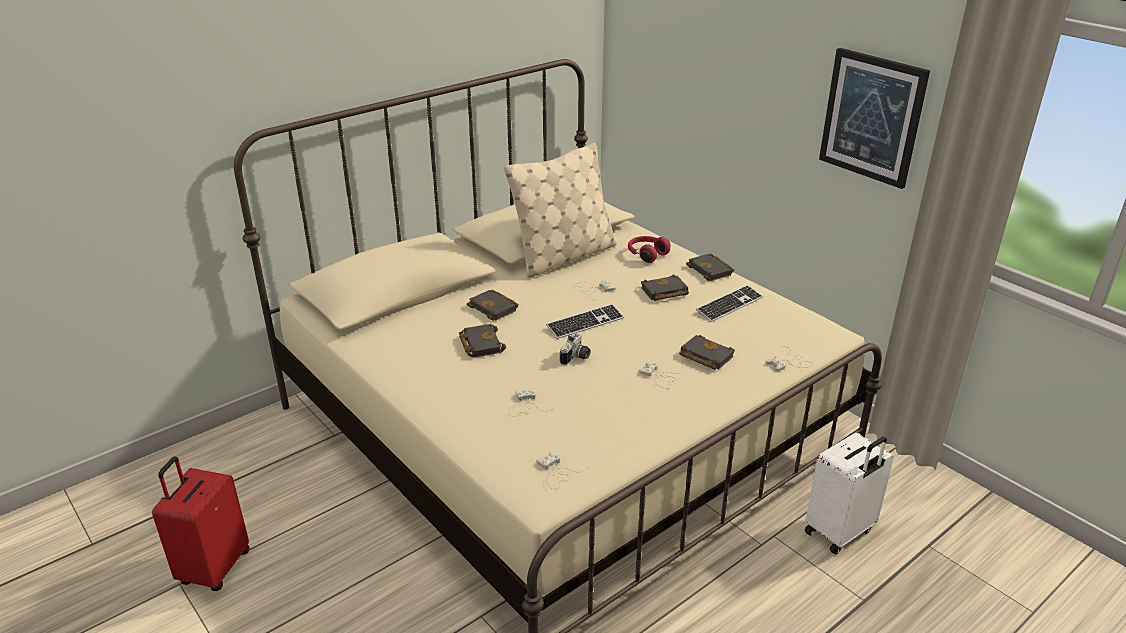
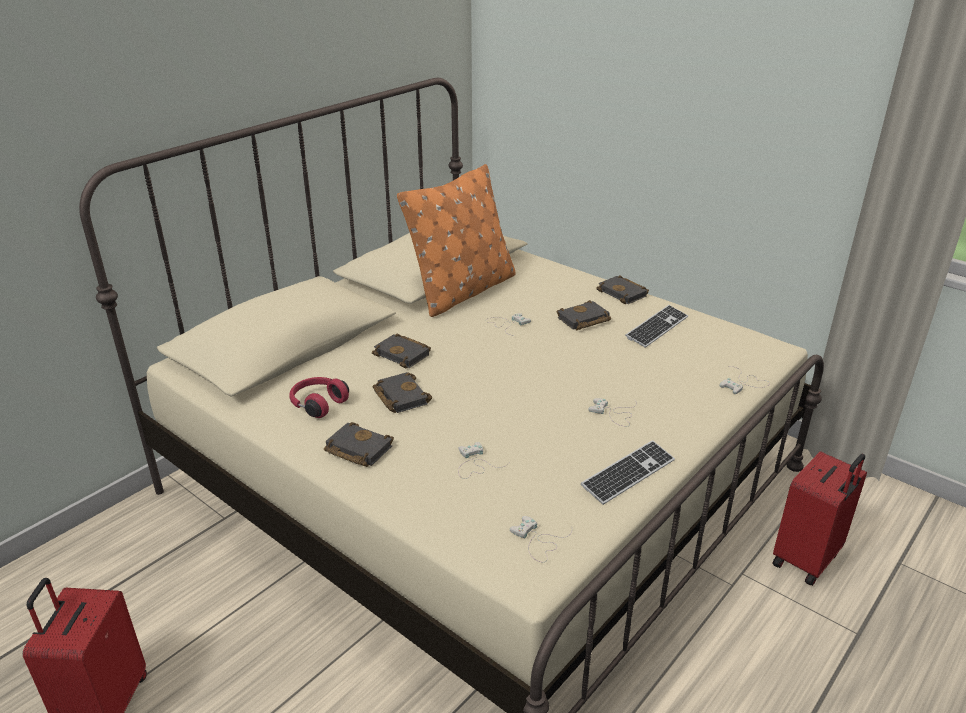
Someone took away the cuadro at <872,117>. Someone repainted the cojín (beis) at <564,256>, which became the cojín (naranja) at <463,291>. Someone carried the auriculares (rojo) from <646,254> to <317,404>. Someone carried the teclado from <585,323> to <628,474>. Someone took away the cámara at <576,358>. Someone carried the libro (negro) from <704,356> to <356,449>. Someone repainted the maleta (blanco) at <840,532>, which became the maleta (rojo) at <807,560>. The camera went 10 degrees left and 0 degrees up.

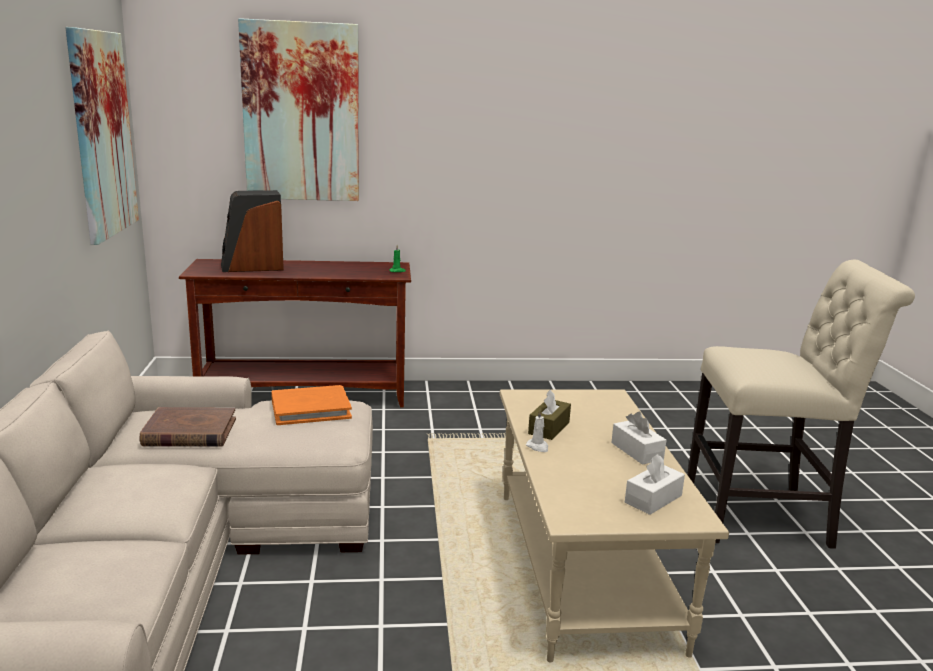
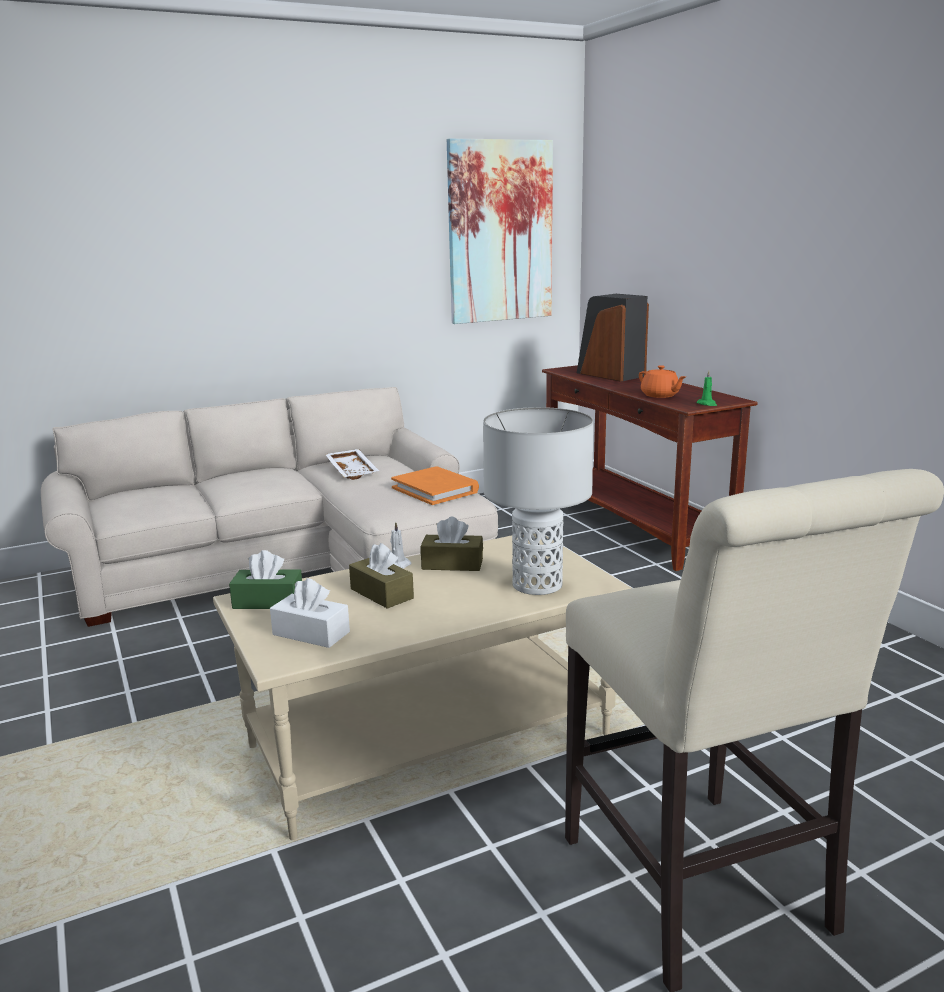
Someone took away the cuadro at <301,113>. Someone swapped the libro (marrón) at <189,432> for the bandeja (blanco) at <353,471>. Someone took away the caja de pañuelos (blanco) at <637,451>. Someone put down the tetera (naranja) at <660,395>. Someone put down the lámpara de mesa (blanco) at <537,585>. Someone put down the caja de pañuelos (marrón) at <381,593>. Someone put down the caja de pañuelos (verde) at <268,601>. The camera went 70 degrees right and 0 degrees up.

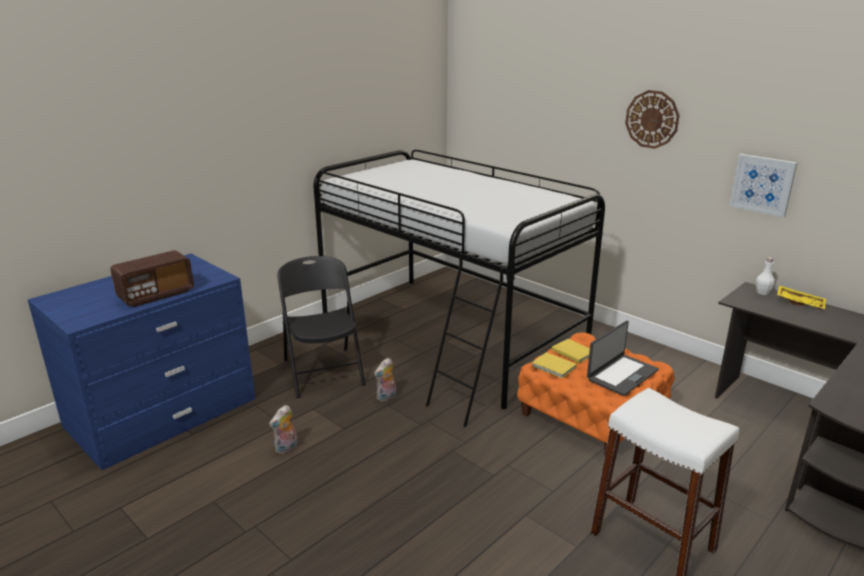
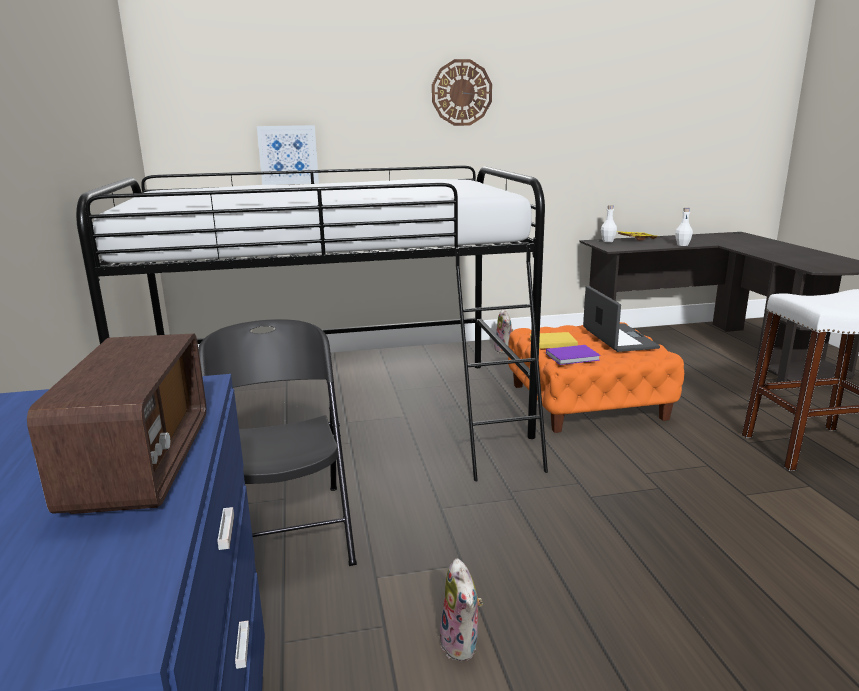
Someone carried the cuadro from <762,184> to <288,155>. Someone rotated the silla (negro) at <323,372> by 60 degrees clockwise. Someone repainted the libro (amarillo) at <554,367>, which became the libro (morado) at <574,357>. Someone carried the peluche from <386,397> to <504,350>. Someone put down the botella (blanco) at <682,245>. The camera went 55 degrees left and 5 degrees down.

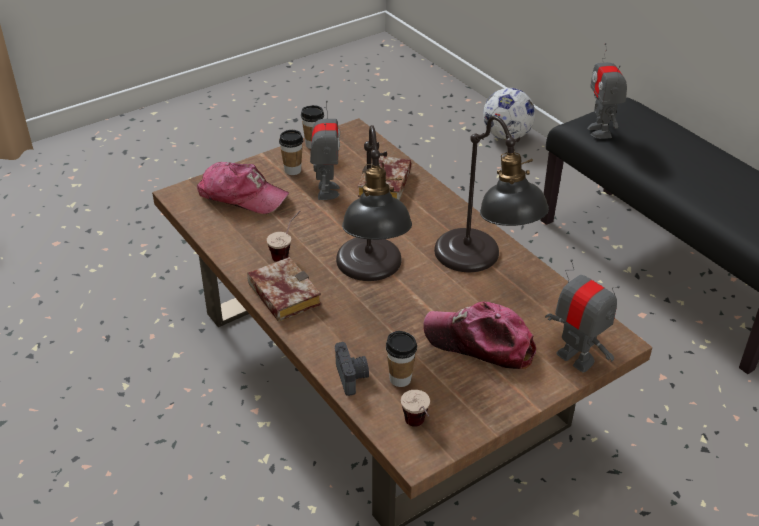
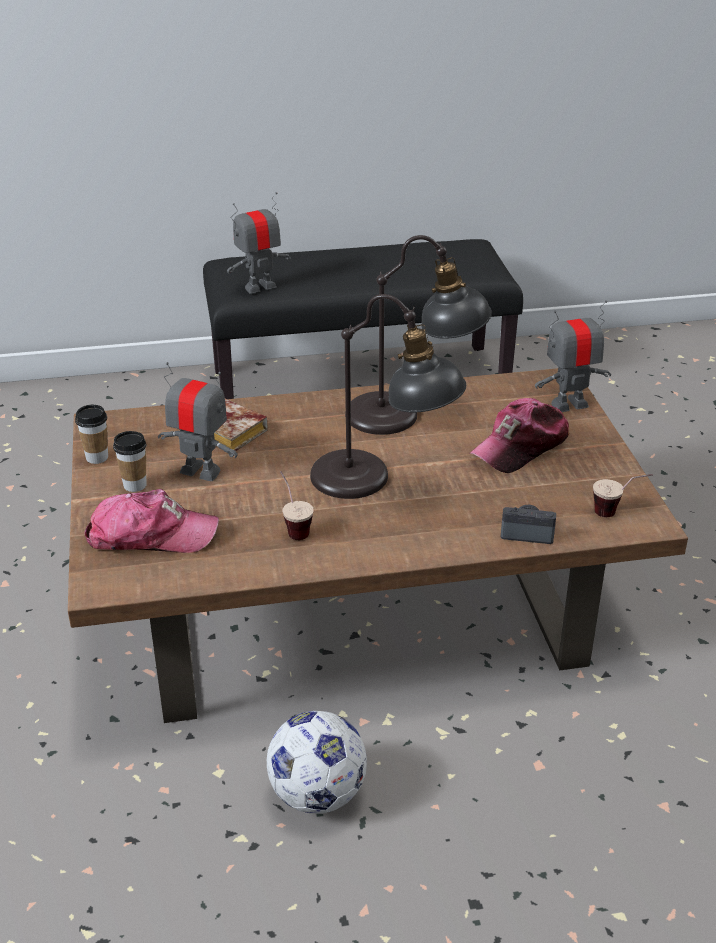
Someone rotated the robot de juguete at <600,131> by 135 degrees clockwise. Someone carried the balón de fútbol from <506,136> to <317,795>. Someone rotated the gorra at <242,196> by 45 degrees clockwise. Someone took away the libro at <281,294>. Someone took away the taza at <400,379>. The camera went 65 degrees left and 5 degrees down.

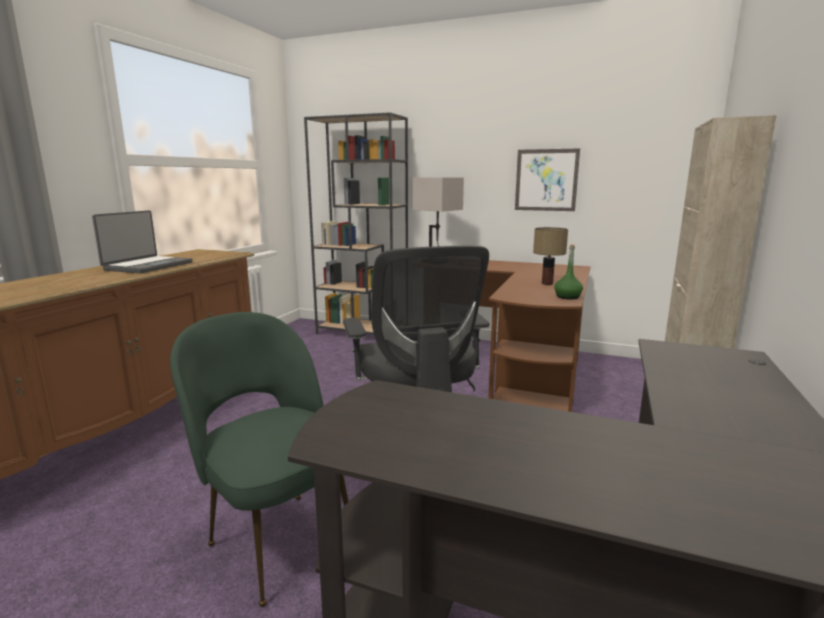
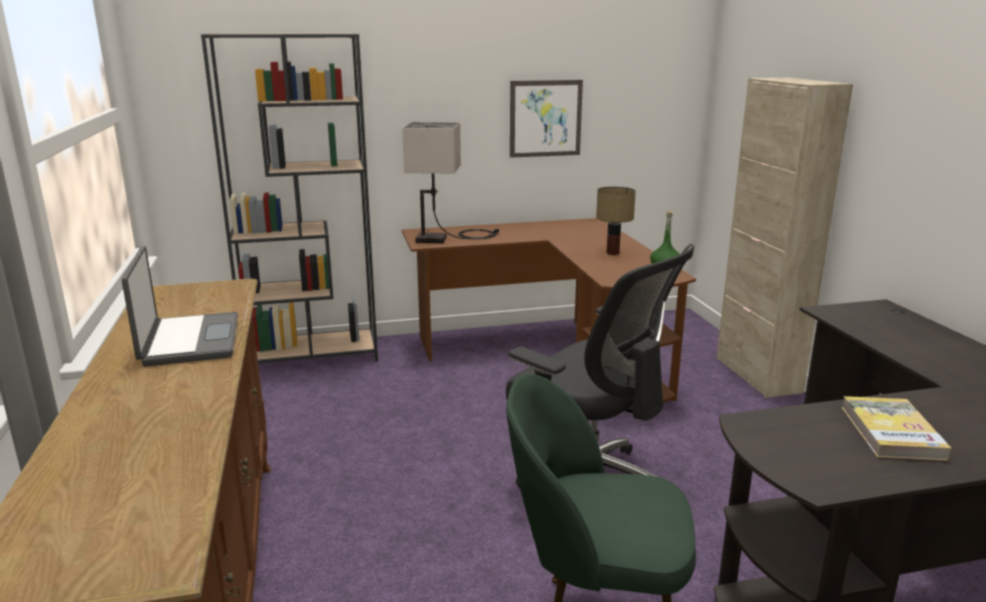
Someone put down the libro at <891,432>. The camera went 35 degrees left and 5 degrees up.

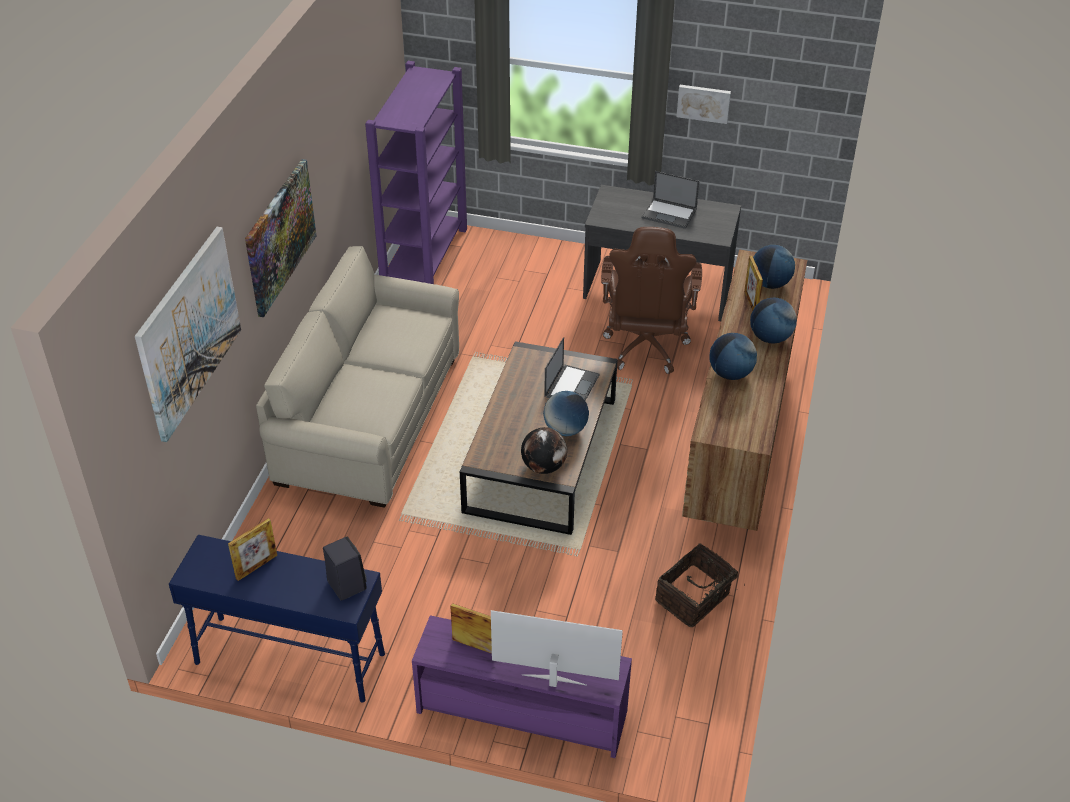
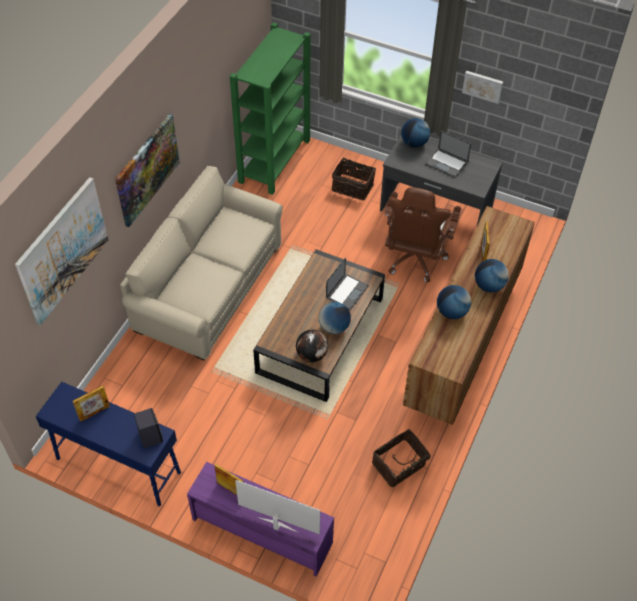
Someone repainted the estantería (morado) at <424,257>, which became the estantería (verde) at <274,161>. Someone carried the globo terráqueo from <770,284> to <414,143>. Someone put down the cesta at <353,186>. The camera went 10 degrees right and 10 degrees up.

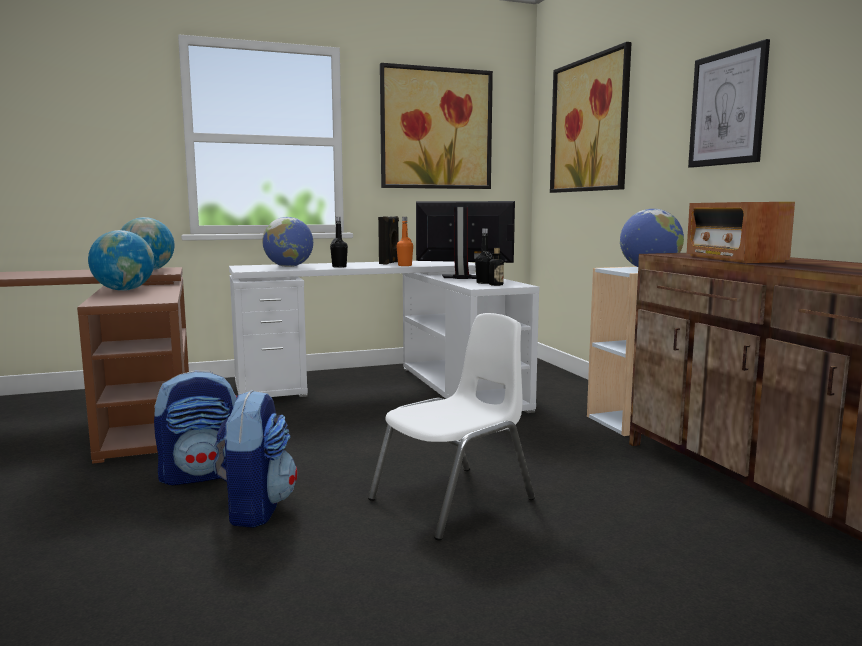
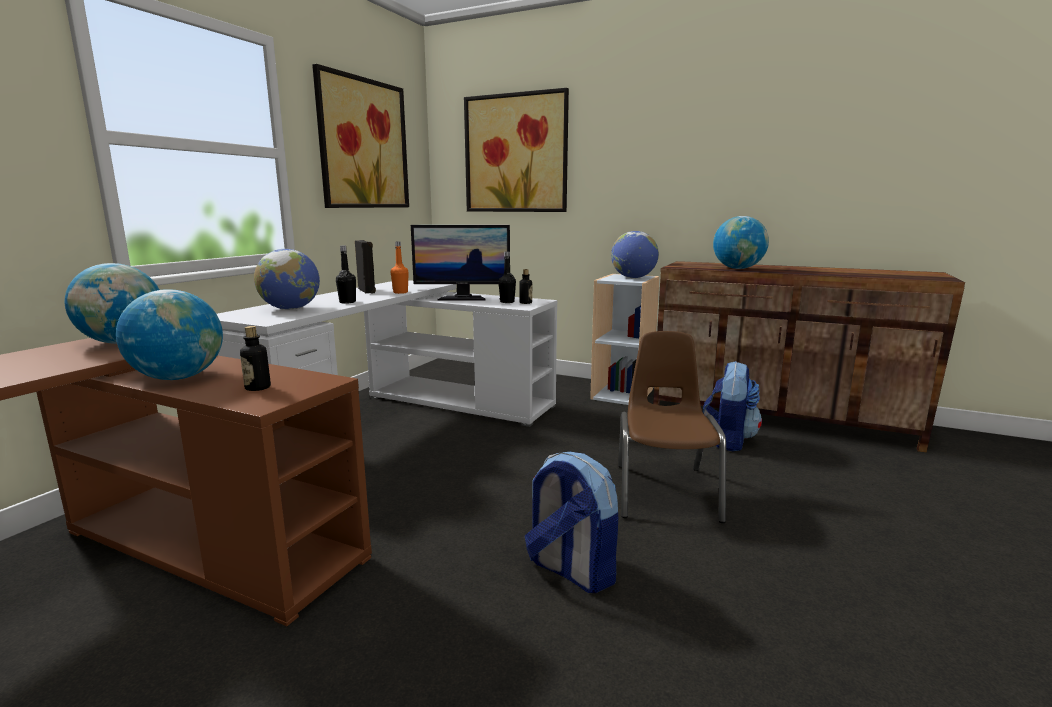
Someone took away the cuadro at <727,108>. Someone rotated the monitor at <463,277> by 150 degrees counterclockwise. Someone swapped the radio at <733,259> for the globo terráqueo at <738,268>. Someone repainted the silla (blanco) at <454,500>, which became the silla (marrón) at <665,491>. Someone carried the mochila from <202,475> to <728,440>. Someone put down the botella at <258,388>. The camera went 45 degrees left and 5 degrees up.

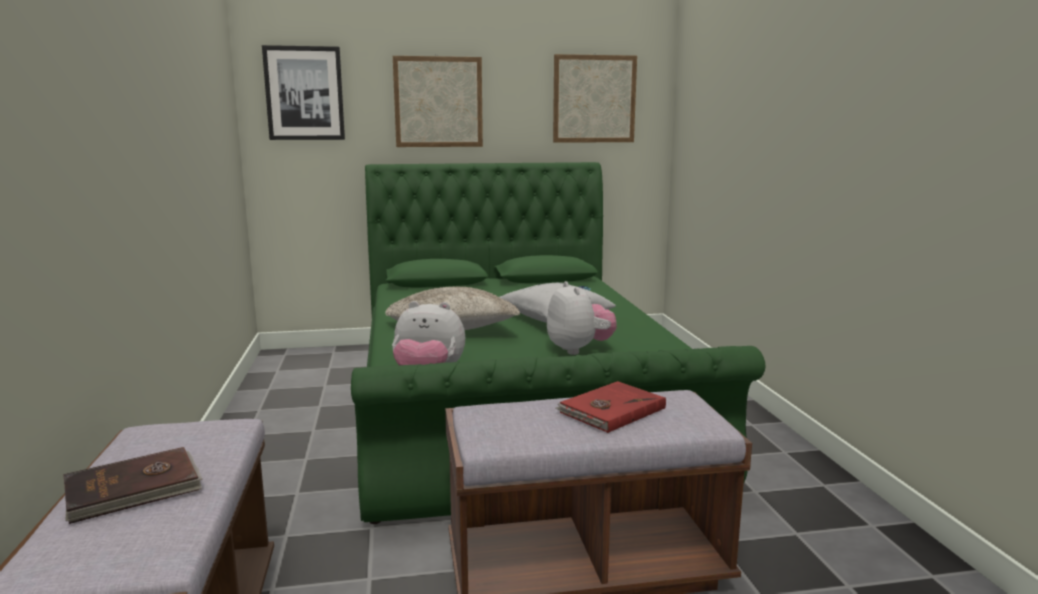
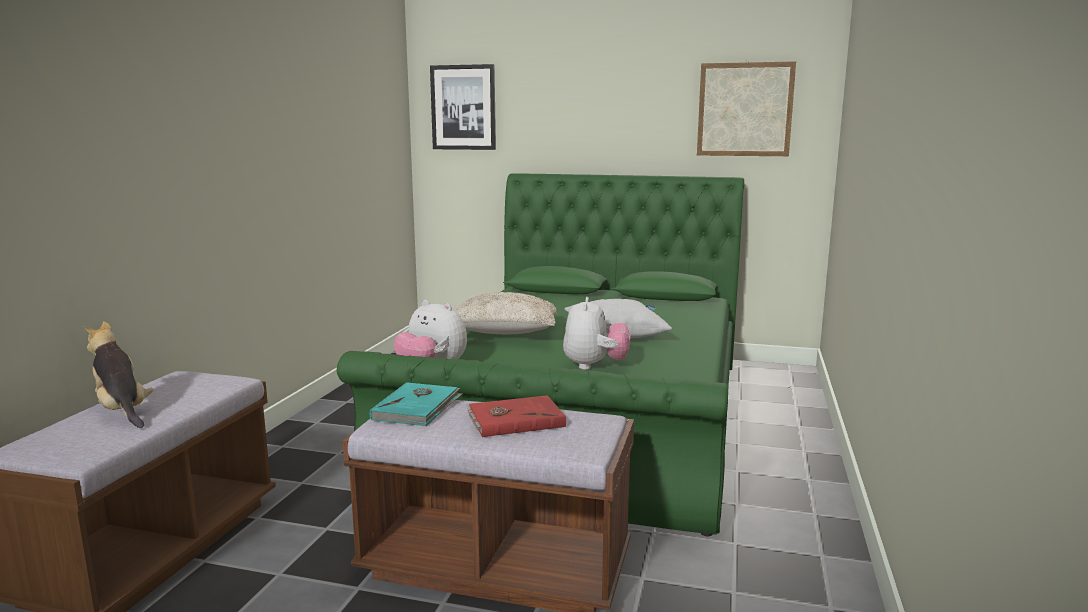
Someone took away the cuadro at <438,101>. Someone swapped the libro (marrón) at <134,489> for the peluche at <122,411>. Someone put down the libro (turquesa) at <418,407>. The camera went 25 degrees right and 0 degrees up.

